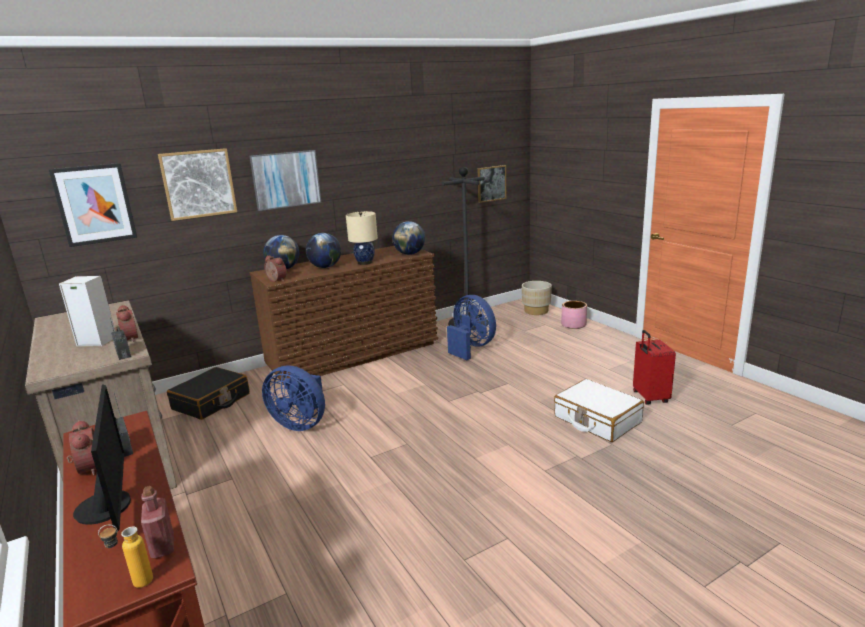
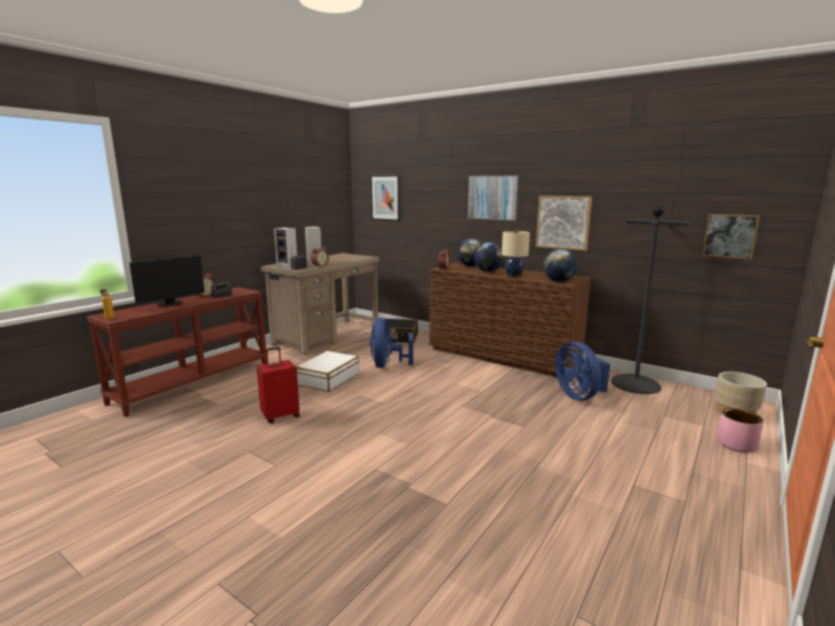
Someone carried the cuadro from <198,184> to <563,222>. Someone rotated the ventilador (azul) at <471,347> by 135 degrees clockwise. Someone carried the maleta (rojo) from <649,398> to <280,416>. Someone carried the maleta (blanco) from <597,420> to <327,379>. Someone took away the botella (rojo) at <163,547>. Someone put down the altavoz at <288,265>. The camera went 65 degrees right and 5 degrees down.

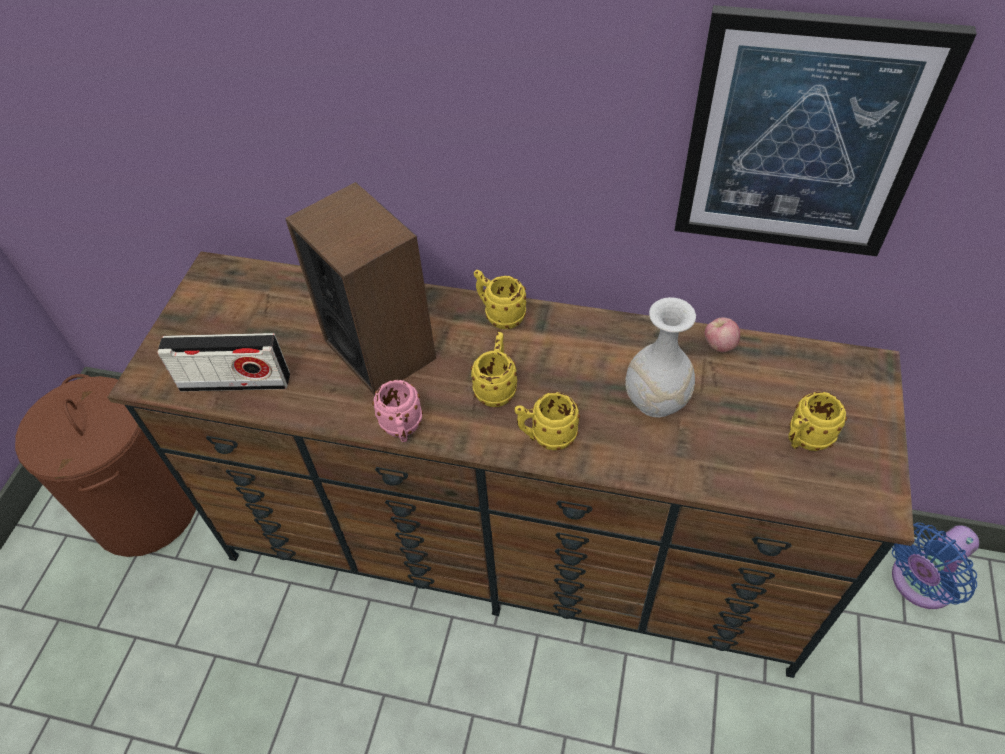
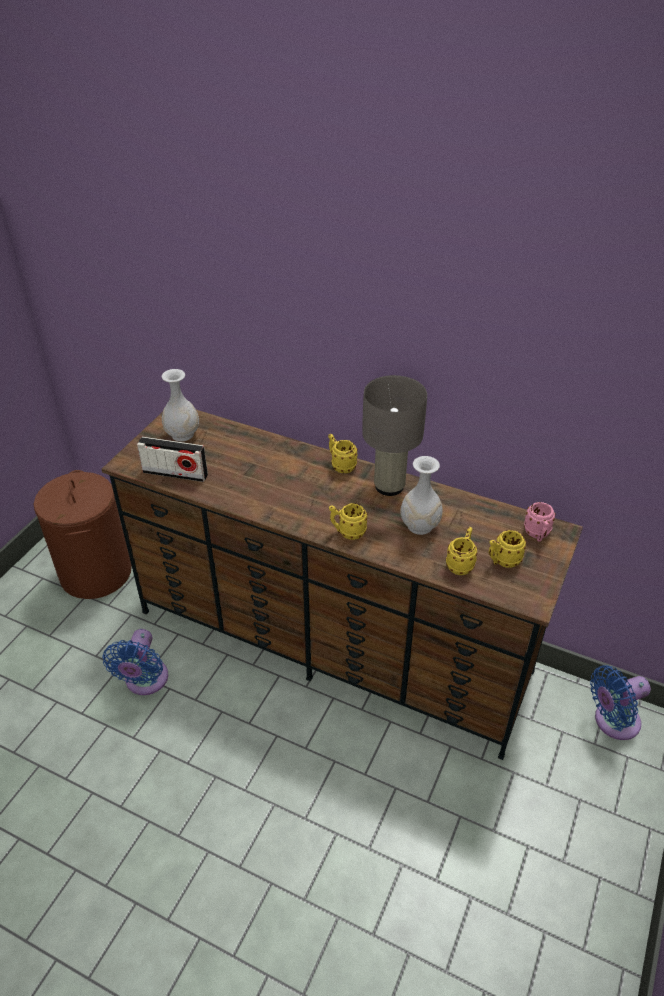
Someone took away the cuadro at <803,139>. Someone took away the altavoz at <380,349>. Someone took away the manzana at <719,345>. Someone carried the taza grande (amarillo) from <496,388> to <461,564>. Someone carried the taza grande (rosa) from <402,429> to <537,535>. Someone put down the florero (blanco) at <183,434>. Someone put down the lámpara de mesa (gris) at <388,486>. Someone put down the ventilador (azul) at <145,681>. The camera went 10 degrees right and 10 degrees down.

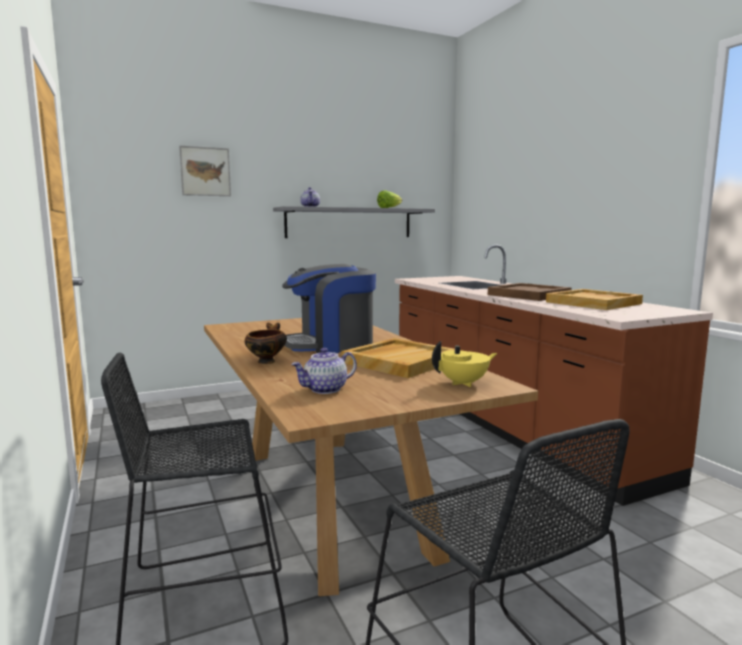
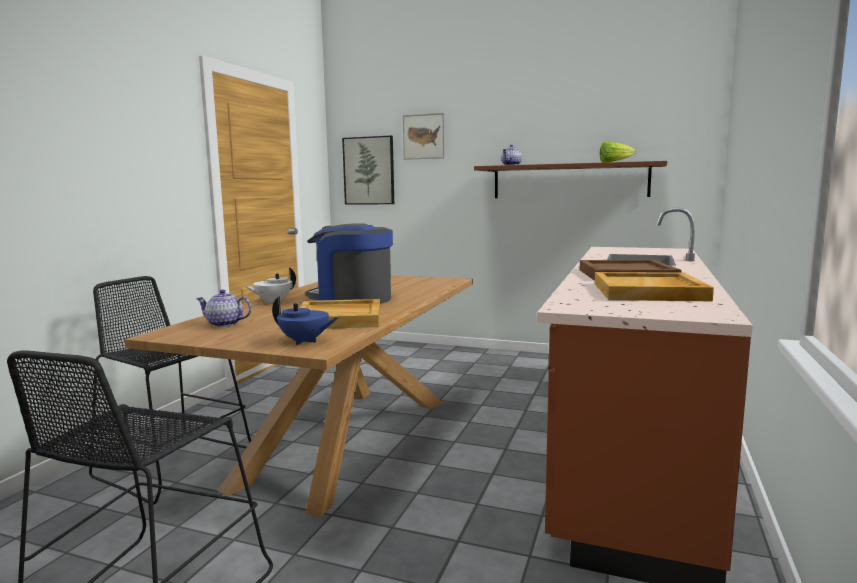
Someone repainted the estante (gris) at <349,223>, which became the estante (marrón) at <569,181>. Someone swapped the cuenco at <266,361> for the tetera (blanco) at <272,302>. Someone repainted the tetera (amarillo) at <464,383>, which became the tetera (azul) at <304,341>. Someone put up the cuadro at <369,171>. The camera went 45 degrees right and 0 degrees up.

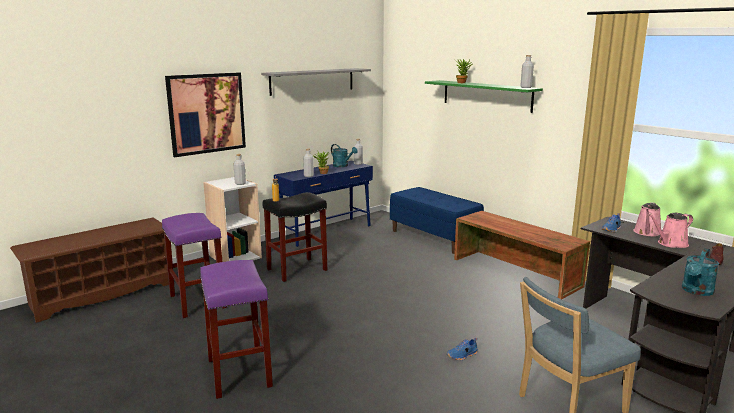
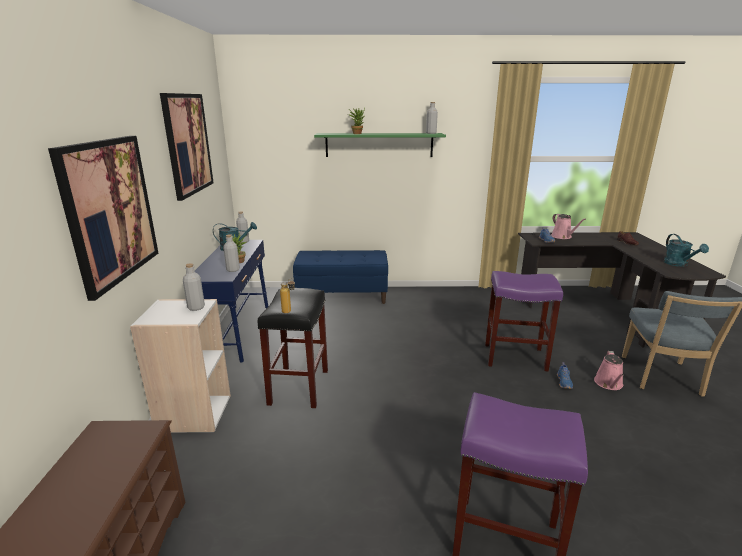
Someone swapped the estante (gris) at <312,81> for the cuadro at <187,144>. Someone took away the banco (marrón) at <516,272>. Someone carried the taburete (morado) from <198,302> to <515,357>. Someone carried the regadera (rosa) from <670,244> to <609,384>. The camera went 50 degrees left and 5 degrees up.

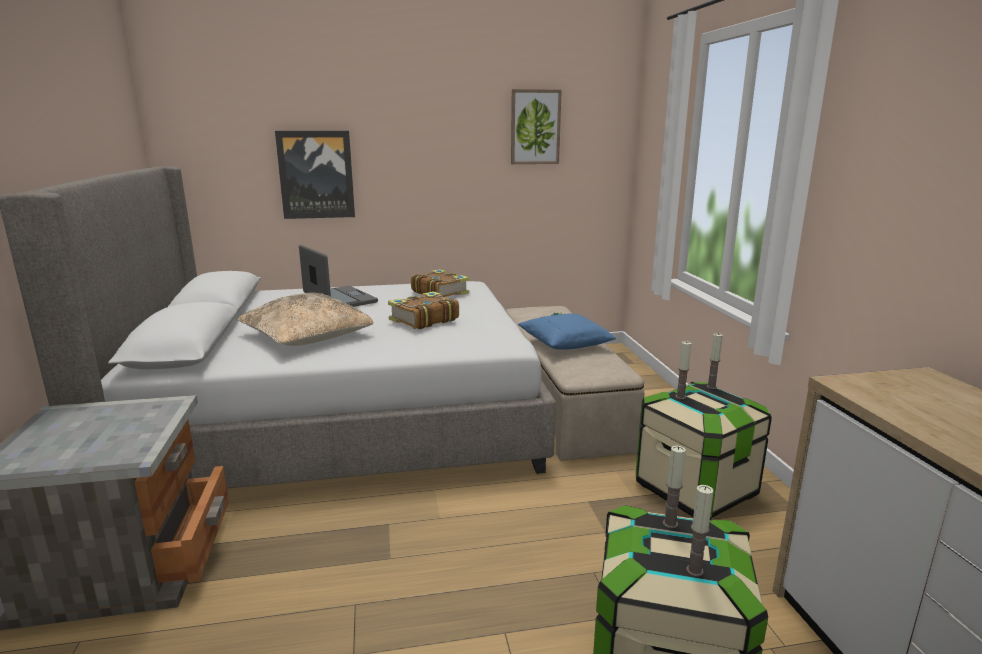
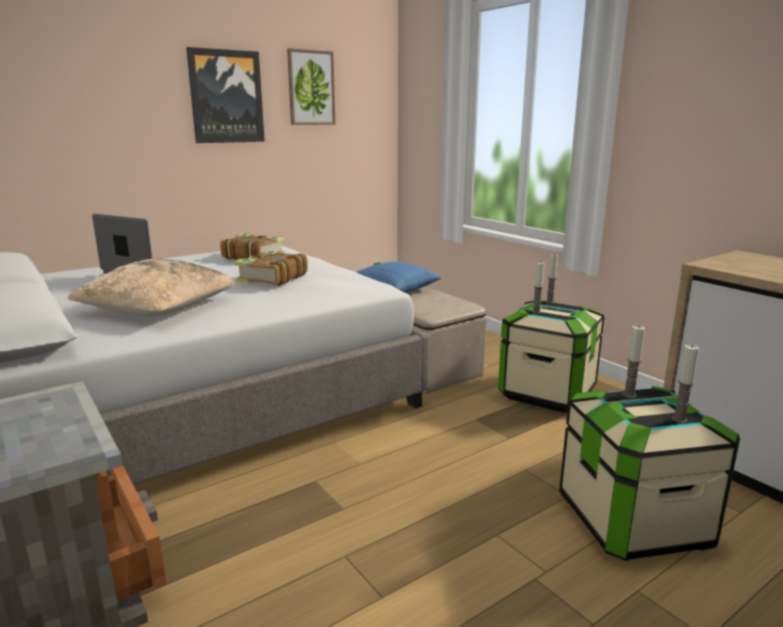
Someone carried the cuadro from <316,175> to <226,97>. The camera went 25 degrees left and 0 degrees up.

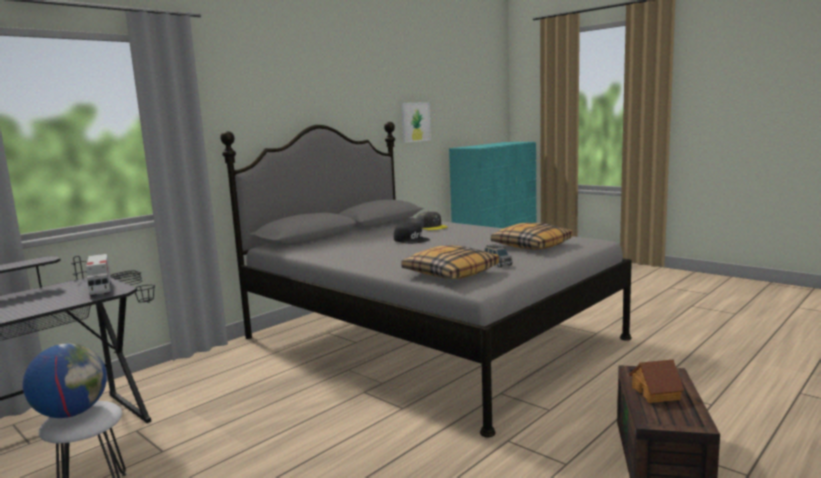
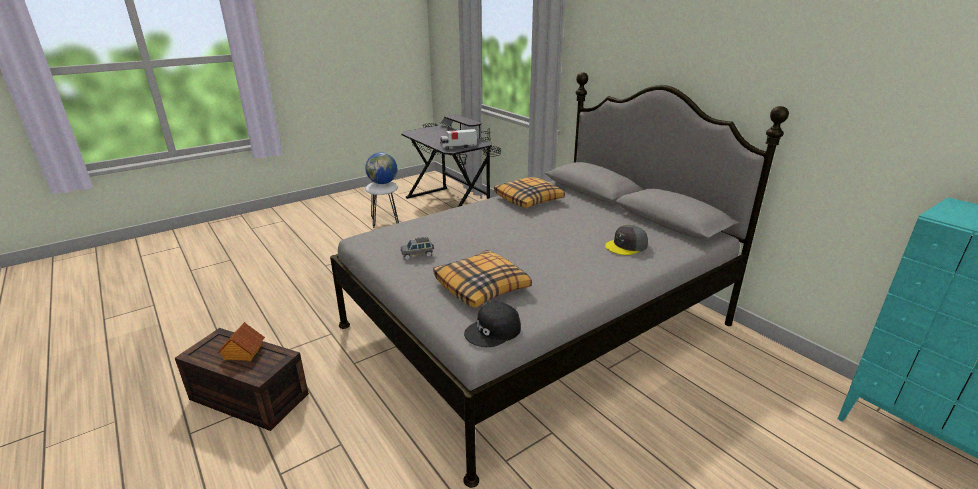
Someone took away the cuadro at <415,122>. Someone carried the gorra (negro) from <411,239> to <493,331>. Someone carried the cojín from <450,273> to <529,199>. The camera went 100 degrees right and 15 degrees up.

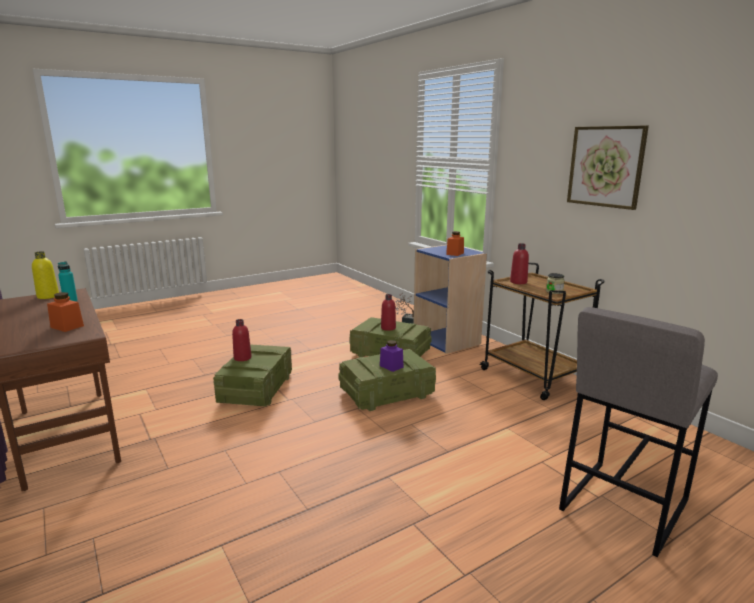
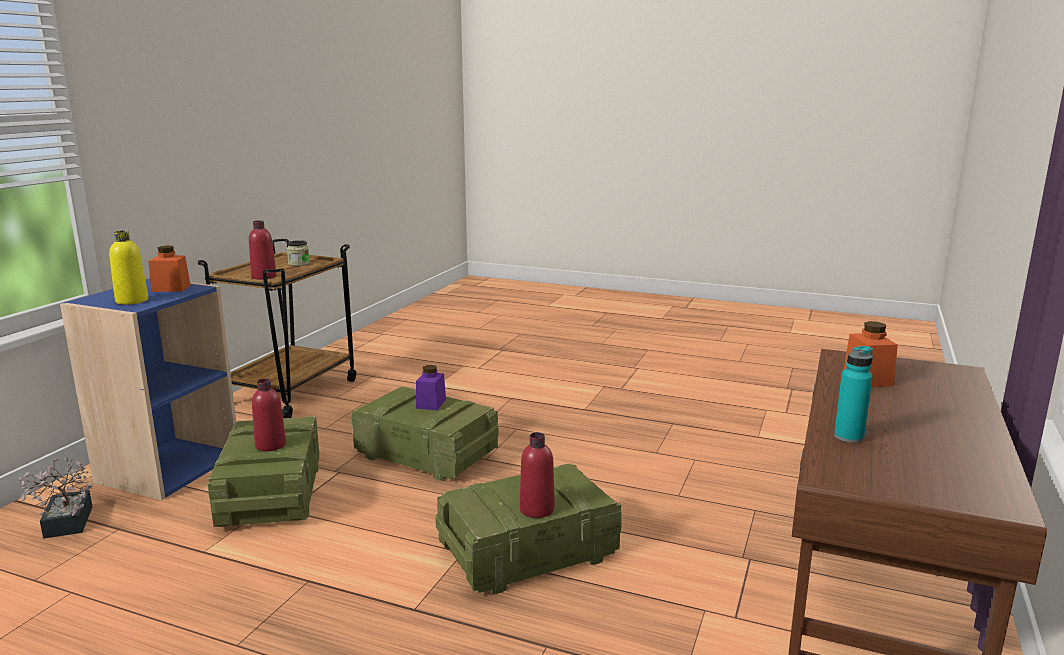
Someone took away the cuadro at <605,166>. Someone carried the botella (amarillo) from <48,296> to <132,301>. Someone took away the taburete (gris) at <623,506>. The camera went 125 degrees left and 0 degrees up.

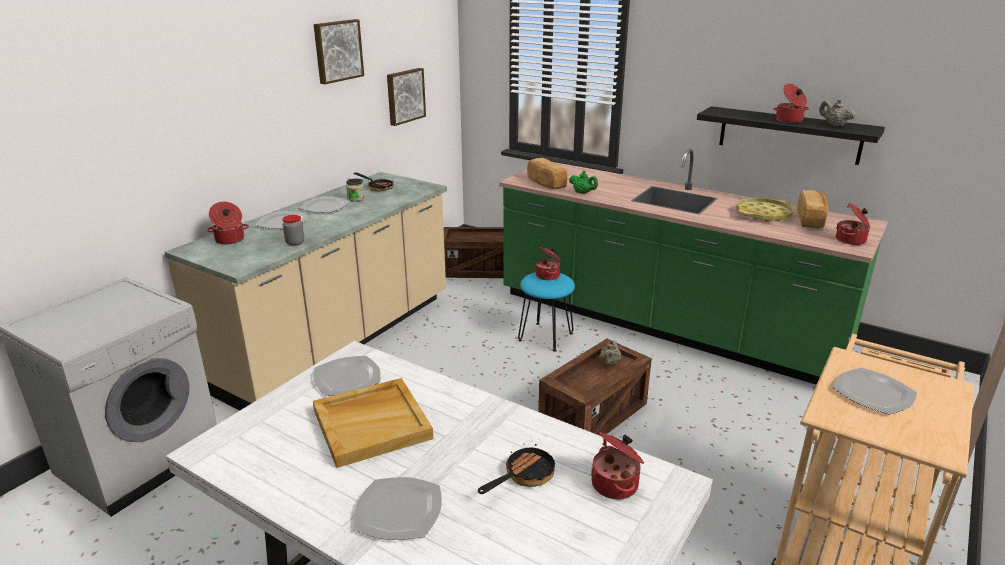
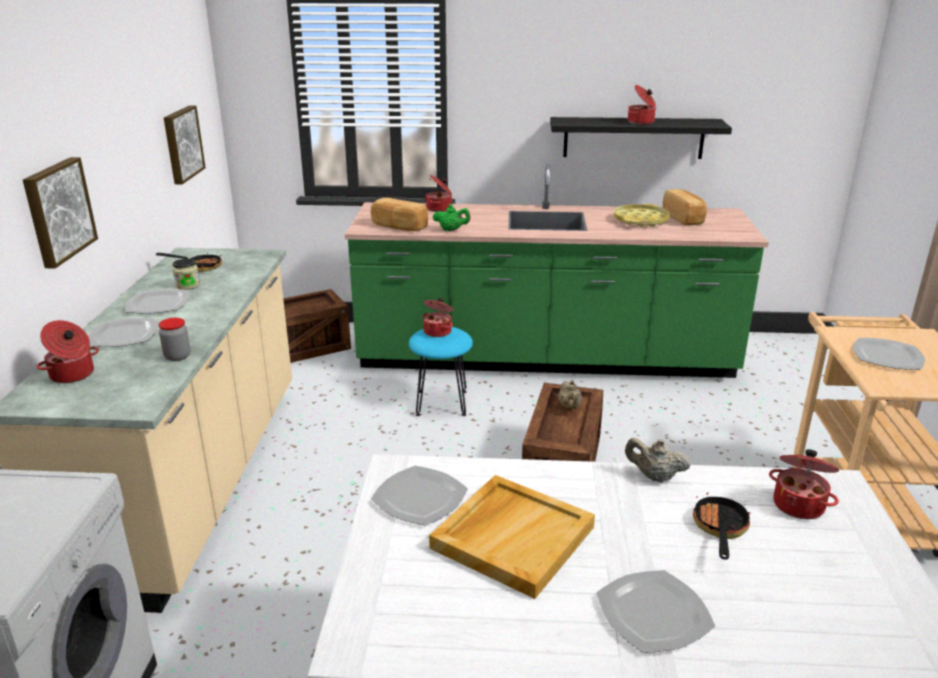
Someone carried the cuadro from <337,51> to <57,211>. Someone carried the tetera (beis) from <833,125> to <654,477>. Someone carried the olla from <851,240> to <440,209>. The camera went 30 degrees left and 0 degrees up.

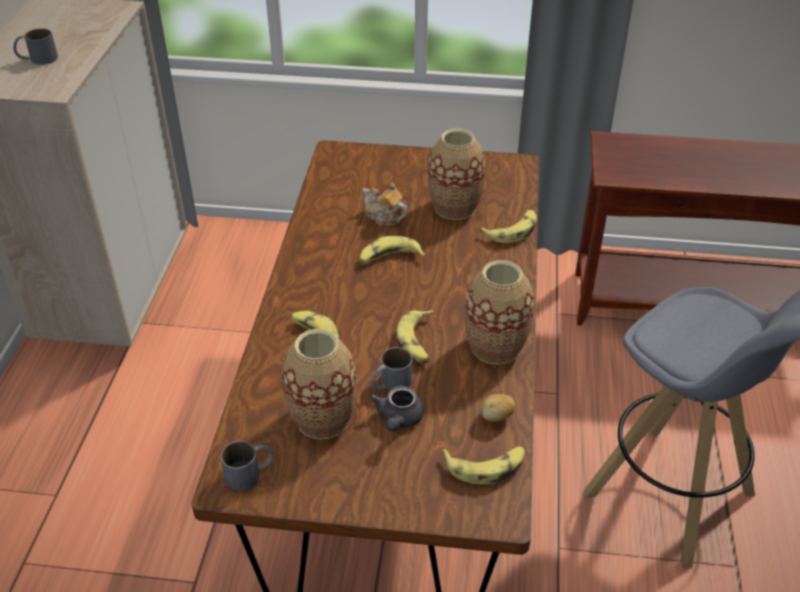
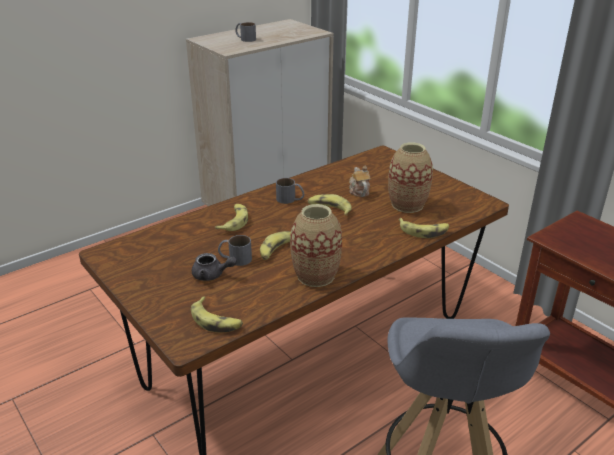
Someone took away the florero at <322,419>. Someone rotated the tetera (gris) at <398,420> by 135 degrees counterclockwise. Someone took away the patata at <496,417>. Someone carried the taza grande (gris) from <250,472> to <290,199>. The camera went 45 degrees right and 10 degrees down.

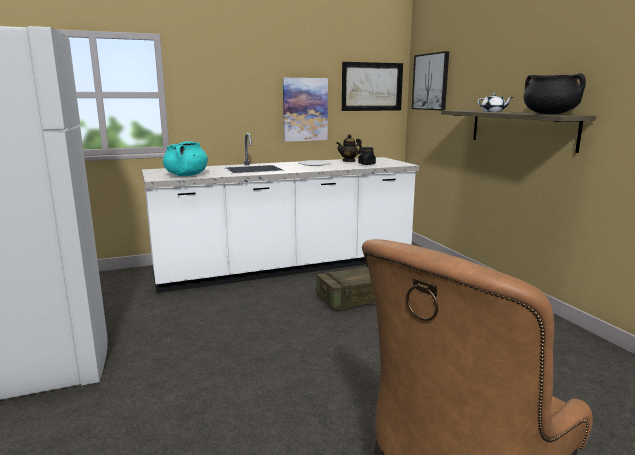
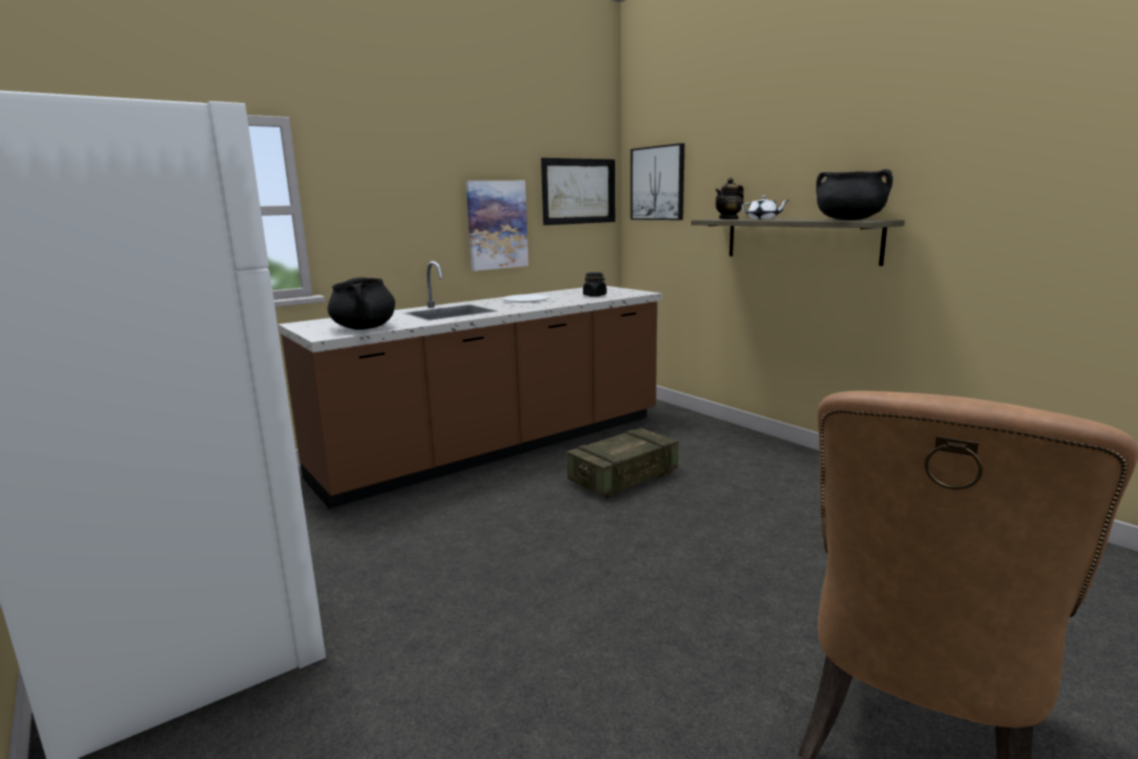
Someone repainted the mueble bajo de cocina (blanco) at <286,267>, which became the mueble bajo de cocina (marrón) at <497,447>. Someone carried the tetera from <349,161> to <729,219>. Someone repainted the olla (turquesa) at <186,175>, which became the olla (negro) at <364,328>. The camera went 15 degrees left and 0 degrees up.

